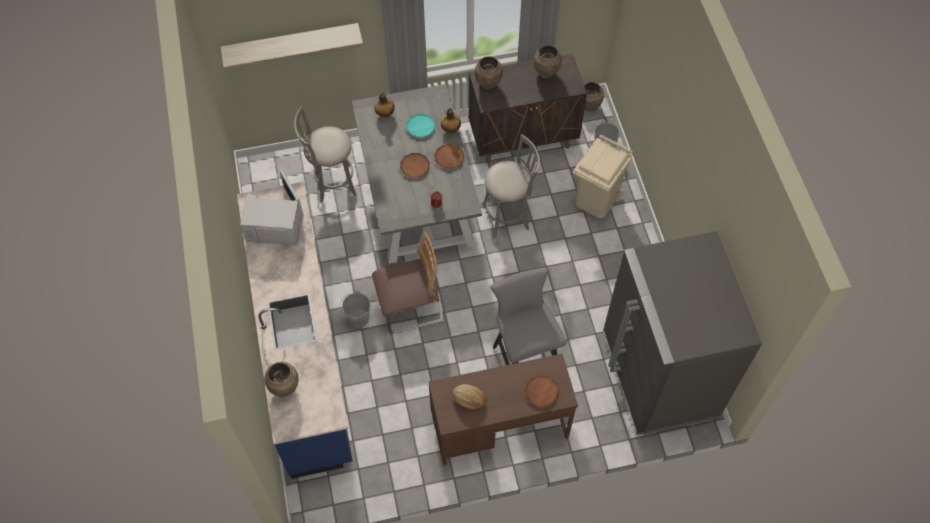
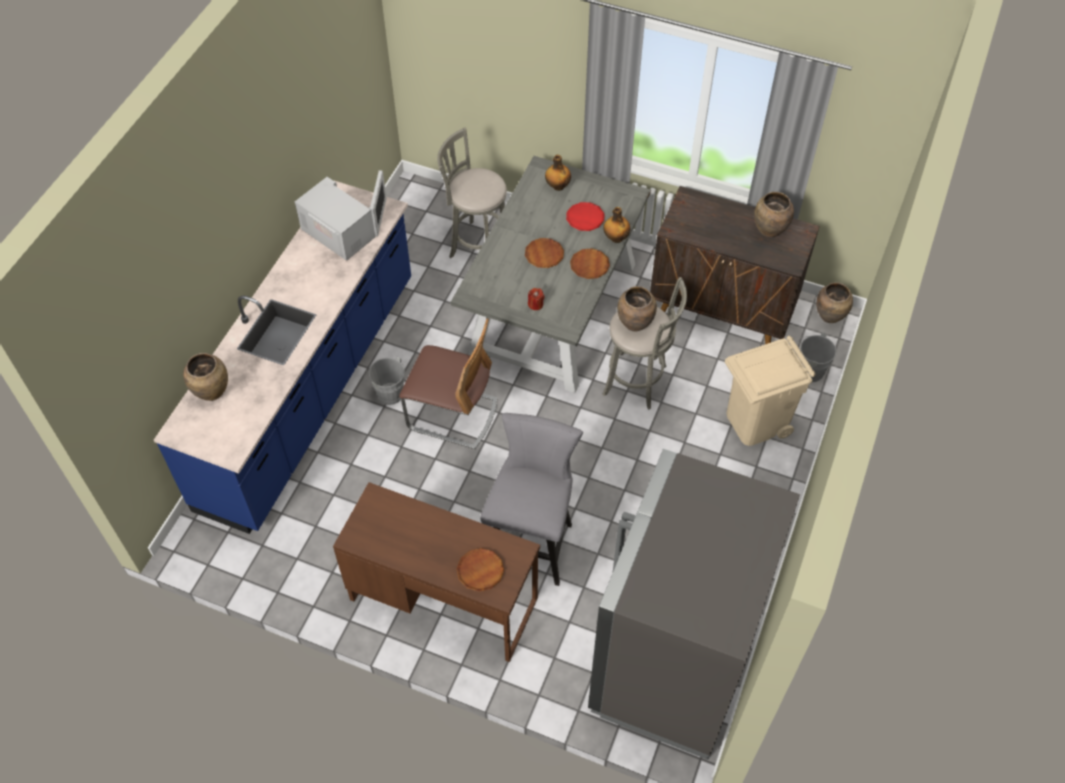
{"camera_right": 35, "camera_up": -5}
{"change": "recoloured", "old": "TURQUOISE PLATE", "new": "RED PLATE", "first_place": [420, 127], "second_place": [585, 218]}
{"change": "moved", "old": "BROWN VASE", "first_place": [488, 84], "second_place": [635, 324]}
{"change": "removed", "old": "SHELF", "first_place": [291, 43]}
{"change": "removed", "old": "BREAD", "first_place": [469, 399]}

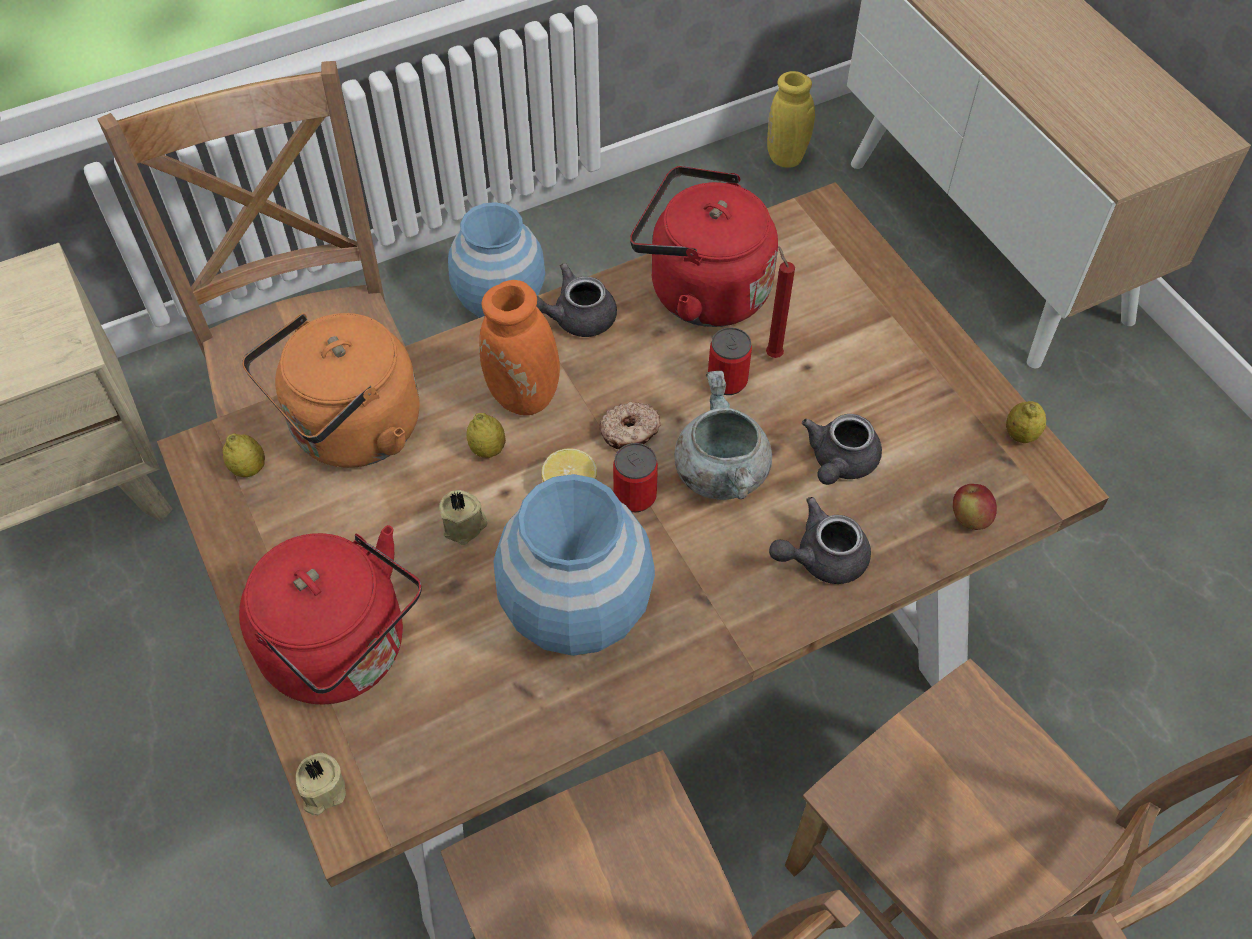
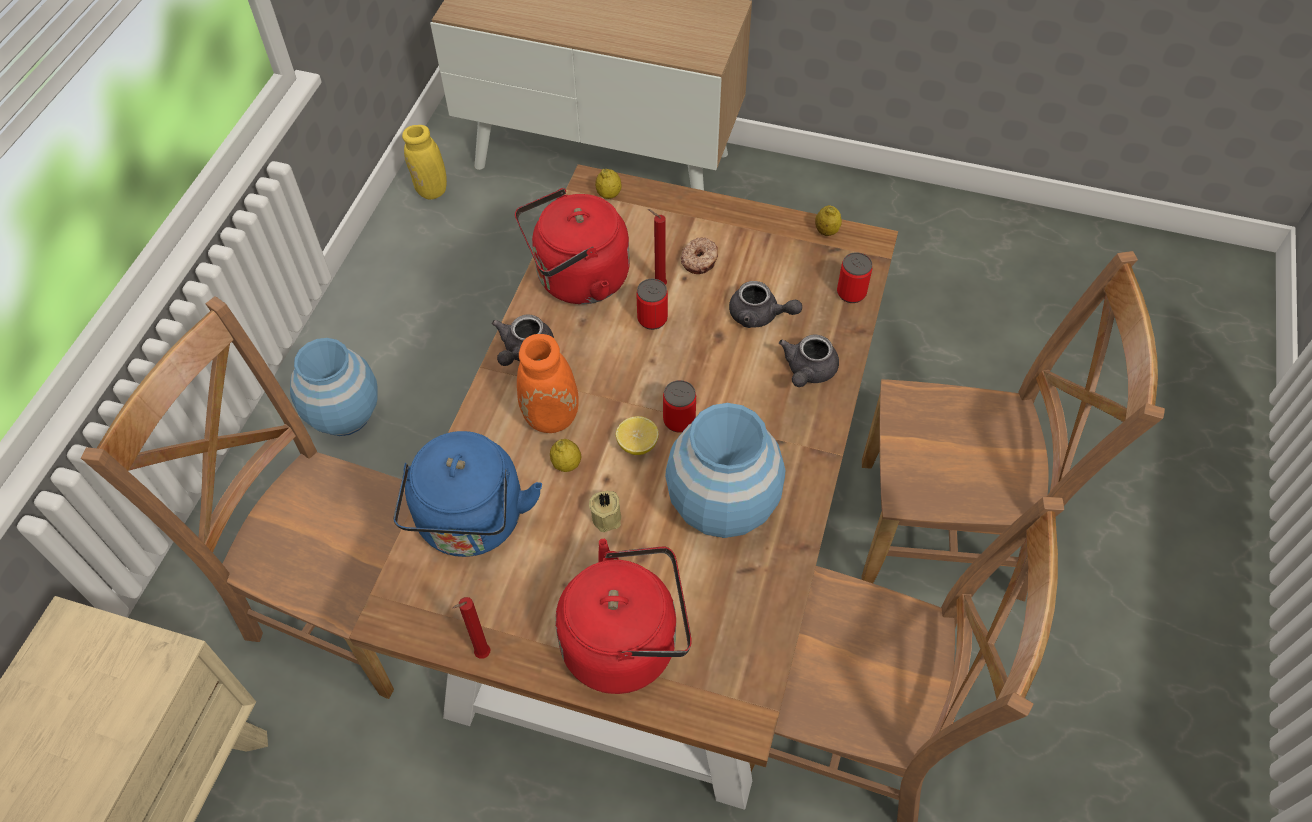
{"camera_right": -45, "camera_up": 0}
{"change": "recoloured", "old": "ORANGE KETTLE", "new": "BLUE KETTLE", "first_place": [350, 432], "second_place": [471, 524]}
{"change": "added", "new": "RED CANDLE", "second_place": [480, 655]}
{"change": "moved", "old": "LEMON", "first_place": [249, 468], "second_place": [609, 195]}
{"change": "moved", "old": "DONUT", "first_place": [630, 432], "second_place": [700, 260]}
{"change": "turned", "old": "GREY TEAPOT", "first_place": [839, 463], "second_place": [759, 316], "degrees": -45}
{"change": "replaced", "old": "APPLE", "new": "CAN", "first_place": [969, 518], "second_place": [851, 293]}
{"change": "removed", "old": "BEIGE CANDLE", "first_place": [322, 791]}
{"change": "removed", "old": "GREY COOKING POT", "first_place": [720, 472]}

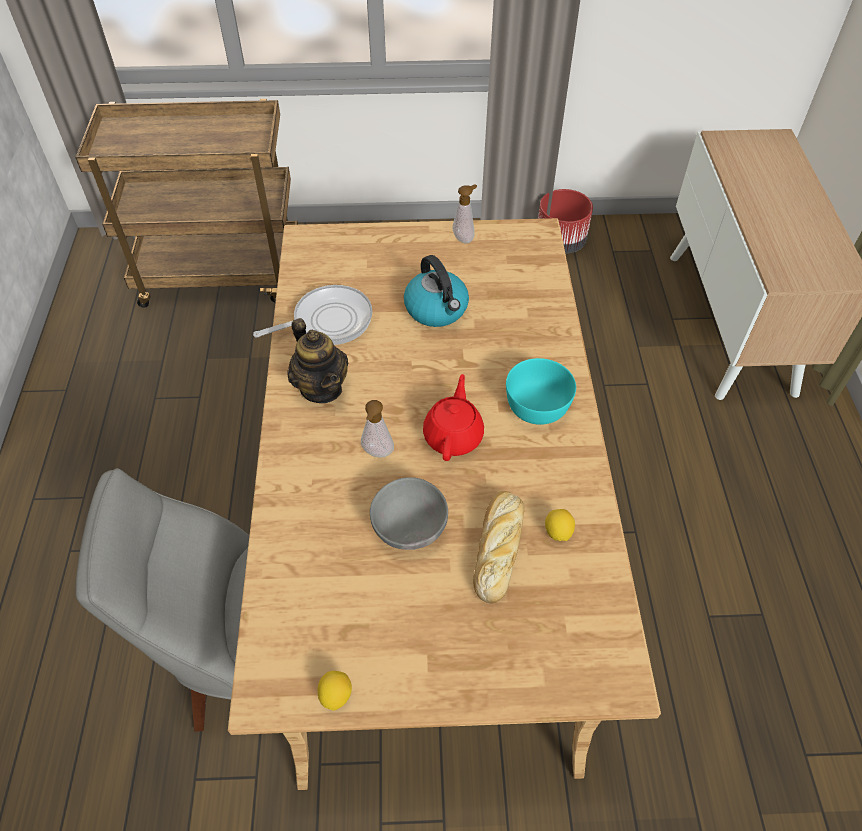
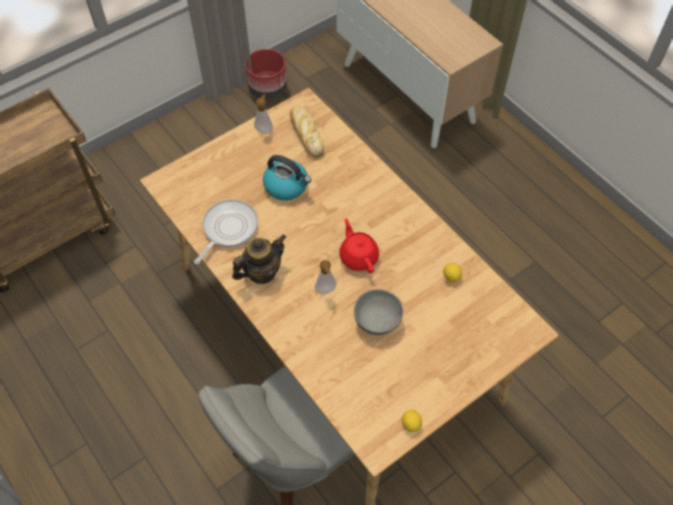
{"camera_right": -35, "camera_up": 5}
{"change": "turned", "old": "TEAPOT", "first_place": [321, 388], "second_place": [261, 272], "degrees": -60}
{"change": "moved", "old": "BREAD", "first_place": [498, 546], "second_place": [306, 133]}
{"change": "removed", "old": "TURQUOISE BOWL", "first_place": [536, 406]}

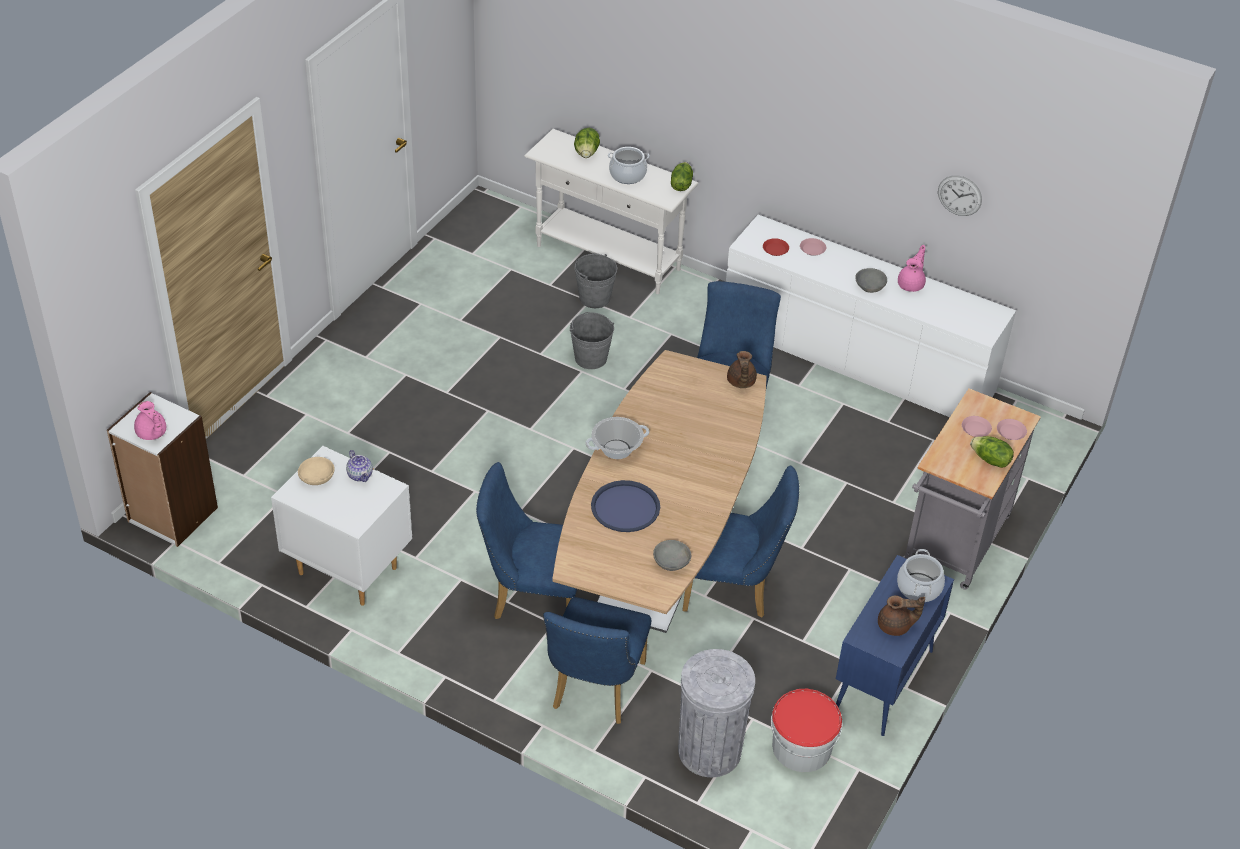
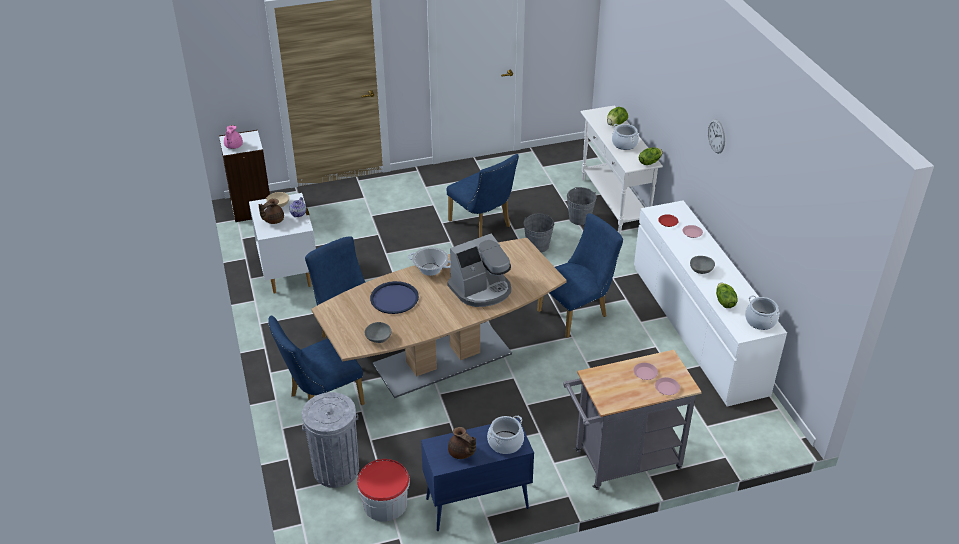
{"camera_right": 45, "camera_up": -5}
{"change": "moved", "old": "BROWN TEAPOT", "first_place": [740, 382], "second_place": [273, 220]}
{"change": "moved", "old": "BLUE CHAIR", "first_place": [733, 590], "second_place": [483, 226]}
{"change": "added", "new": "COFFEE MACHINE", "second_place": [481, 289]}
{"change": "moved", "old": "WALL CLOCK", "first_place": [959, 195], "second_place": [716, 136]}
{"change": "moved", "old": "LETTUCE", "first_place": [990, 460], "second_place": [724, 302]}
{"change": "added", "new": "COOKING POT", "second_place": [760, 321]}
{"change": "removed", "old": "PINK TEAPOT", "first_place": [911, 284]}

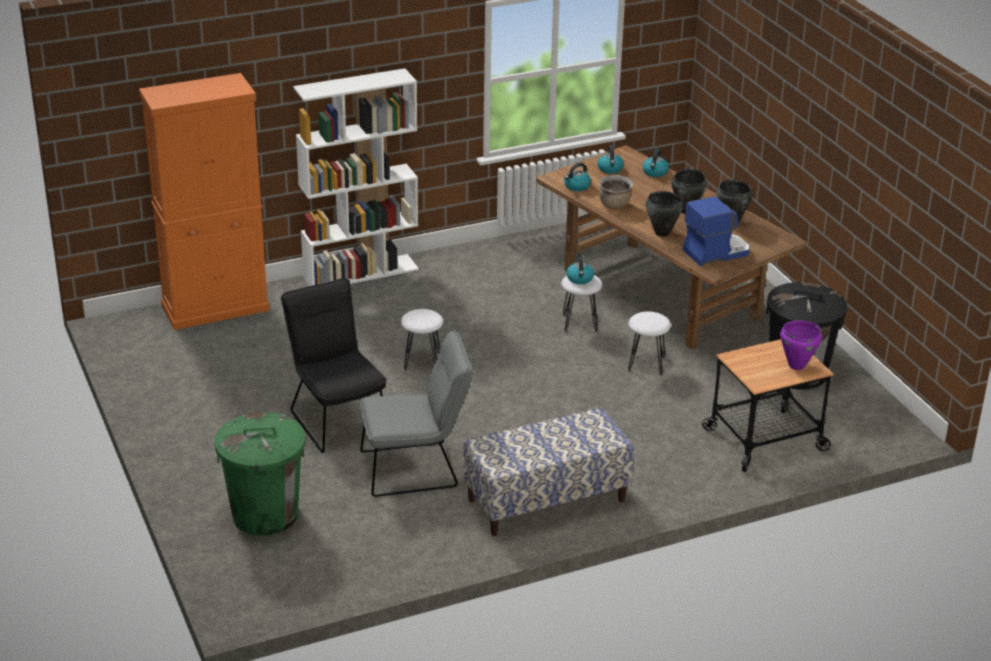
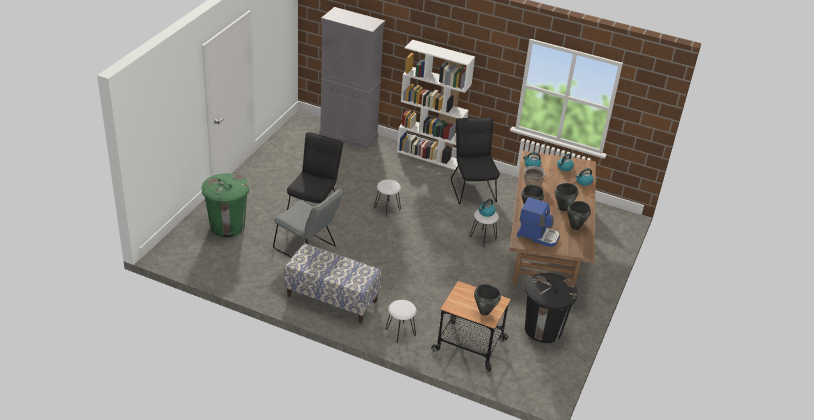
{"camera_right": 45, "camera_up": 5}
{"change": "recoloured", "old": "ORANGE CABINET", "new": "GREY CABINET", "first_place": [216, 308], "second_place": [349, 135]}
{"change": "moved", "old": "WHITE STOOL", "first_place": [646, 364], "second_place": [400, 332]}
{"change": "added", "new": "BLACK CHAIR", "second_place": [472, 188]}
{"change": "recoloured", "old": "PURPLE COOKING POT", "new": "BLACK COOKING POT", "first_place": [796, 365], "second_place": [484, 311]}

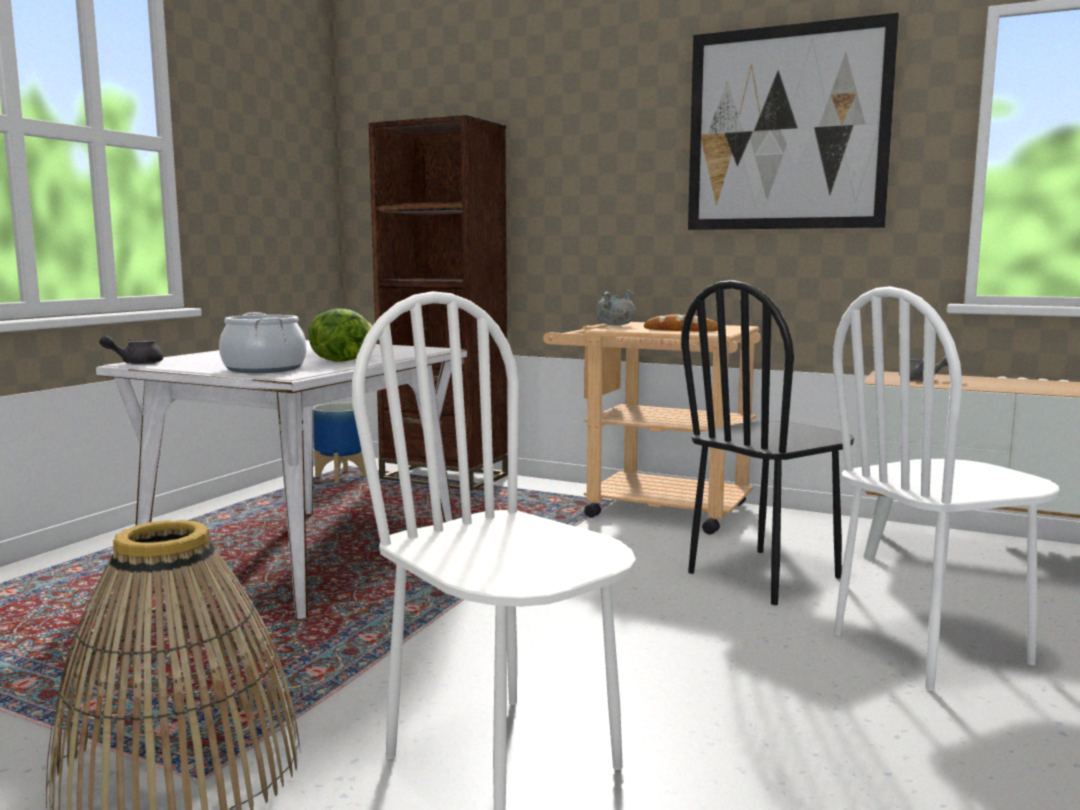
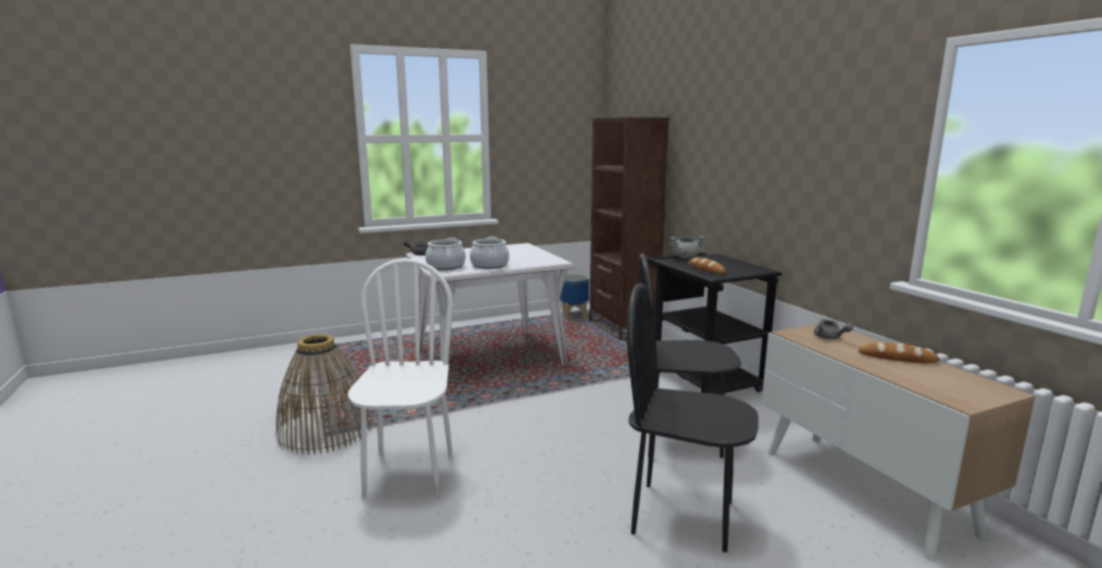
{"camera_right": 40, "camera_up": 5}
{"change": "replaced", "old": "LETTUCE", "new": "COOKING POT", "first_place": [341, 361], "second_place": [489, 265]}
{"change": "recoloured", "old": "WHITE CHAIR", "new": "BLACK CHAIR", "first_place": [931, 649], "second_place": [683, 516]}
{"change": "recoloured", "old": "BEIGE CART", "new": "BLACK CART", "first_place": [651, 508], "second_place": [699, 378]}
{"change": "added", "new": "BREAD", "second_place": [897, 358]}
{"change": "removed", "old": "PICTURE", "first_place": [786, 128]}

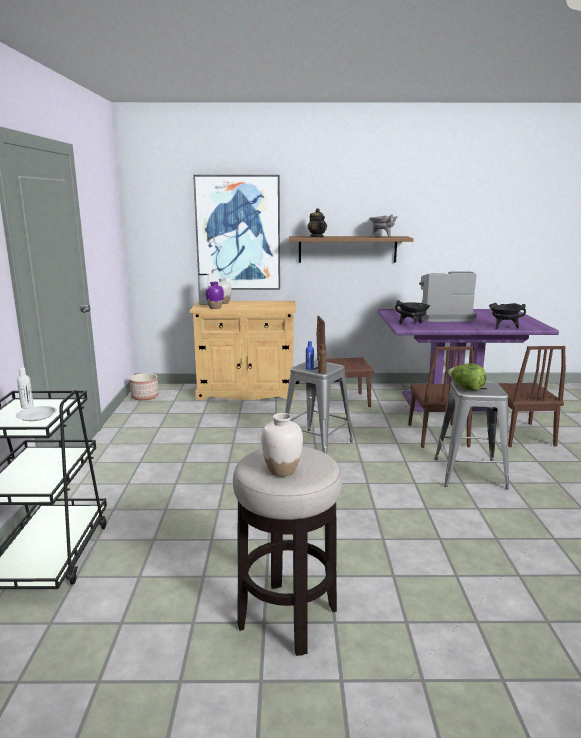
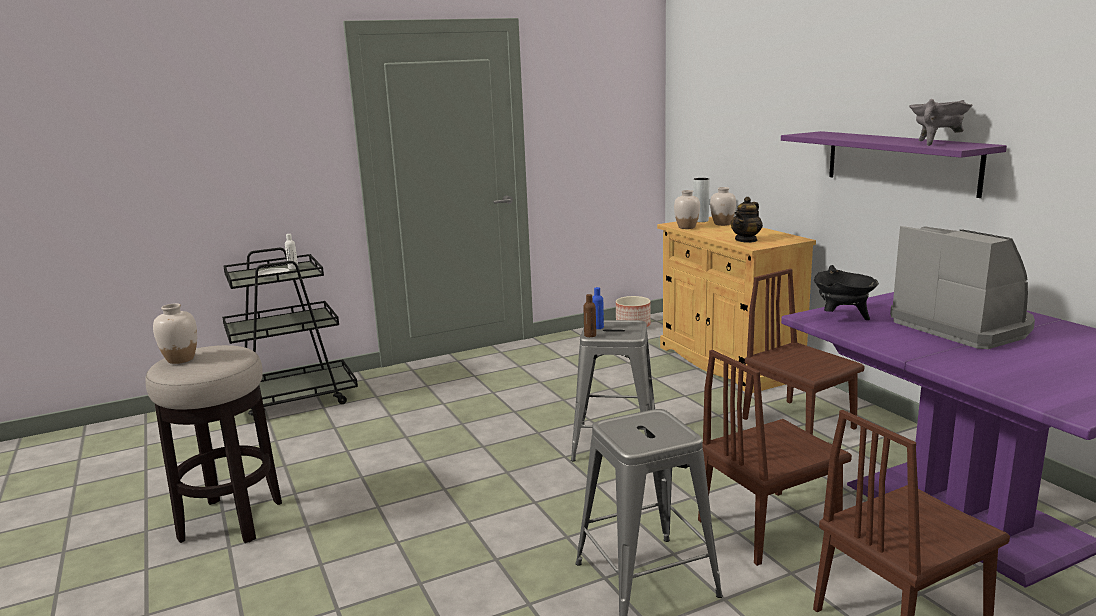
{"camera_right": 65, "camera_up": 0}
{"change": "recoloured", "old": "PURPLE VASE", "new": "WHITE VASE", "first_place": [215, 308], "second_place": [686, 227]}
{"change": "moved", "old": "TEAPOT", "first_place": [317, 237], "second_place": [746, 240]}
{"change": "recoloured", "old": "BROWN SHELF", "new": "PURPLE SHELF", "first_place": [347, 249], "second_place": [900, 162]}
{"change": "removed", "old": "PICTURE", "first_place": [238, 233]}
{"change": "removed", "old": "LETTUCE", "first_place": [465, 388]}
{"change": "removed", "old": "BLACK COOKING POT", "first_place": [504, 327]}

